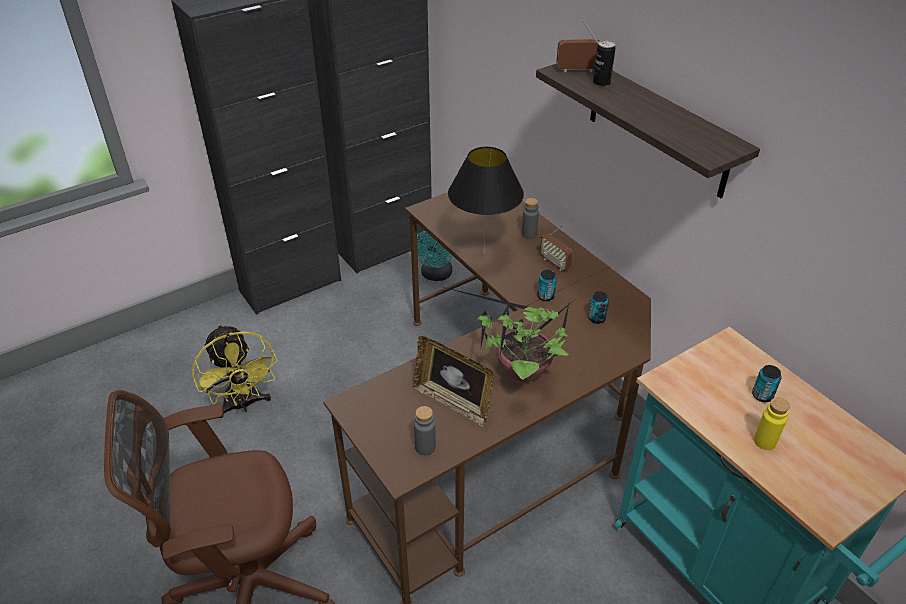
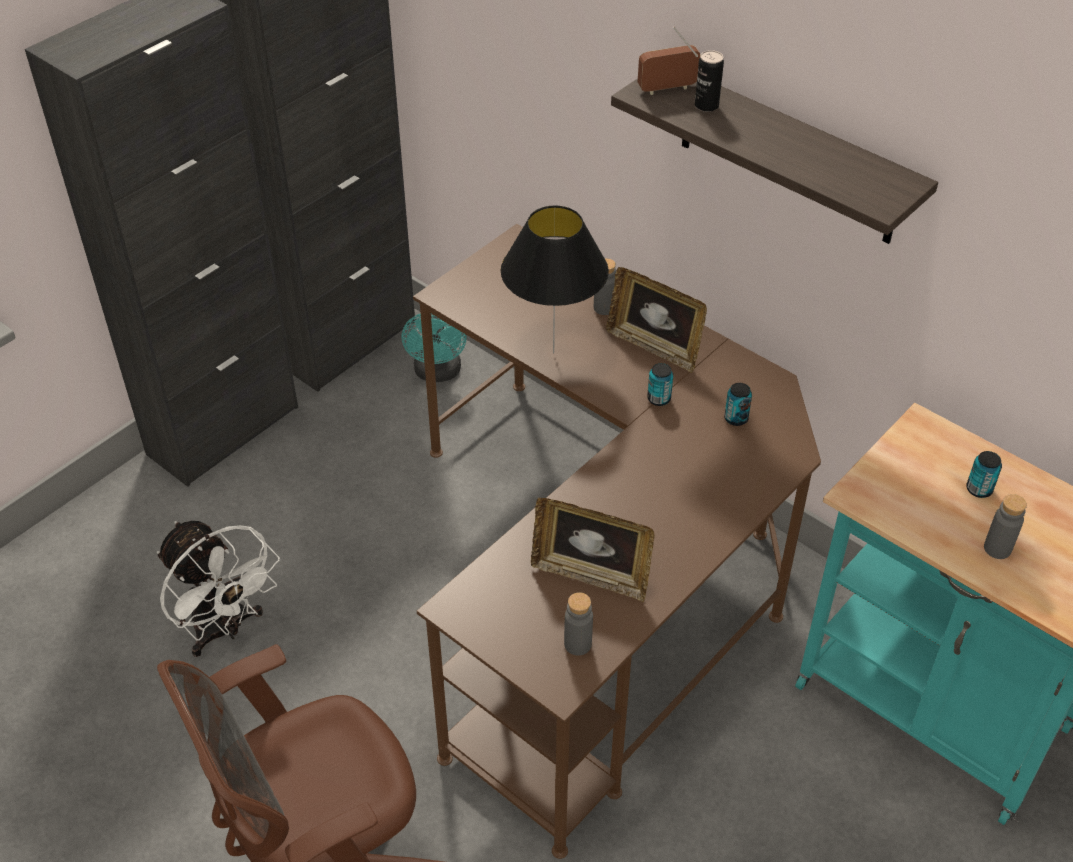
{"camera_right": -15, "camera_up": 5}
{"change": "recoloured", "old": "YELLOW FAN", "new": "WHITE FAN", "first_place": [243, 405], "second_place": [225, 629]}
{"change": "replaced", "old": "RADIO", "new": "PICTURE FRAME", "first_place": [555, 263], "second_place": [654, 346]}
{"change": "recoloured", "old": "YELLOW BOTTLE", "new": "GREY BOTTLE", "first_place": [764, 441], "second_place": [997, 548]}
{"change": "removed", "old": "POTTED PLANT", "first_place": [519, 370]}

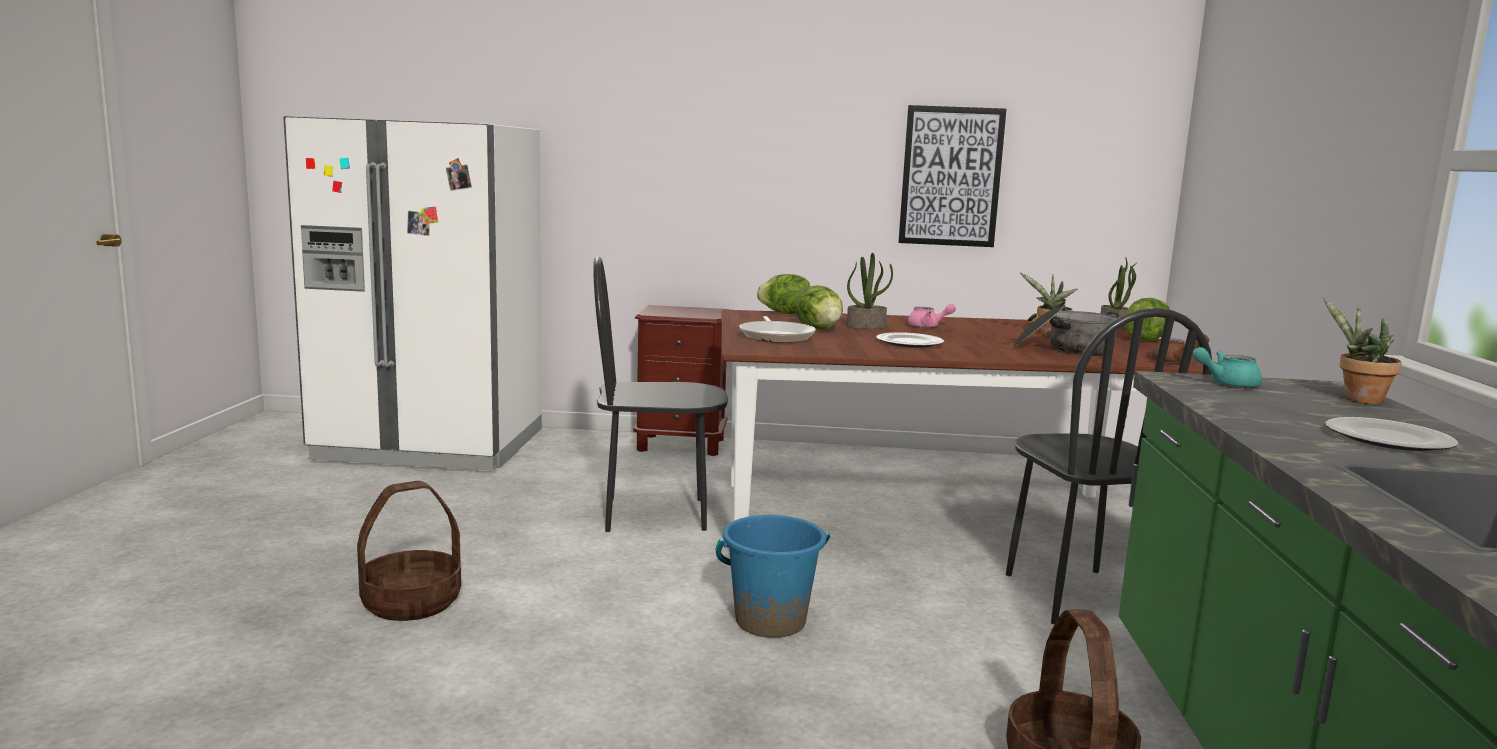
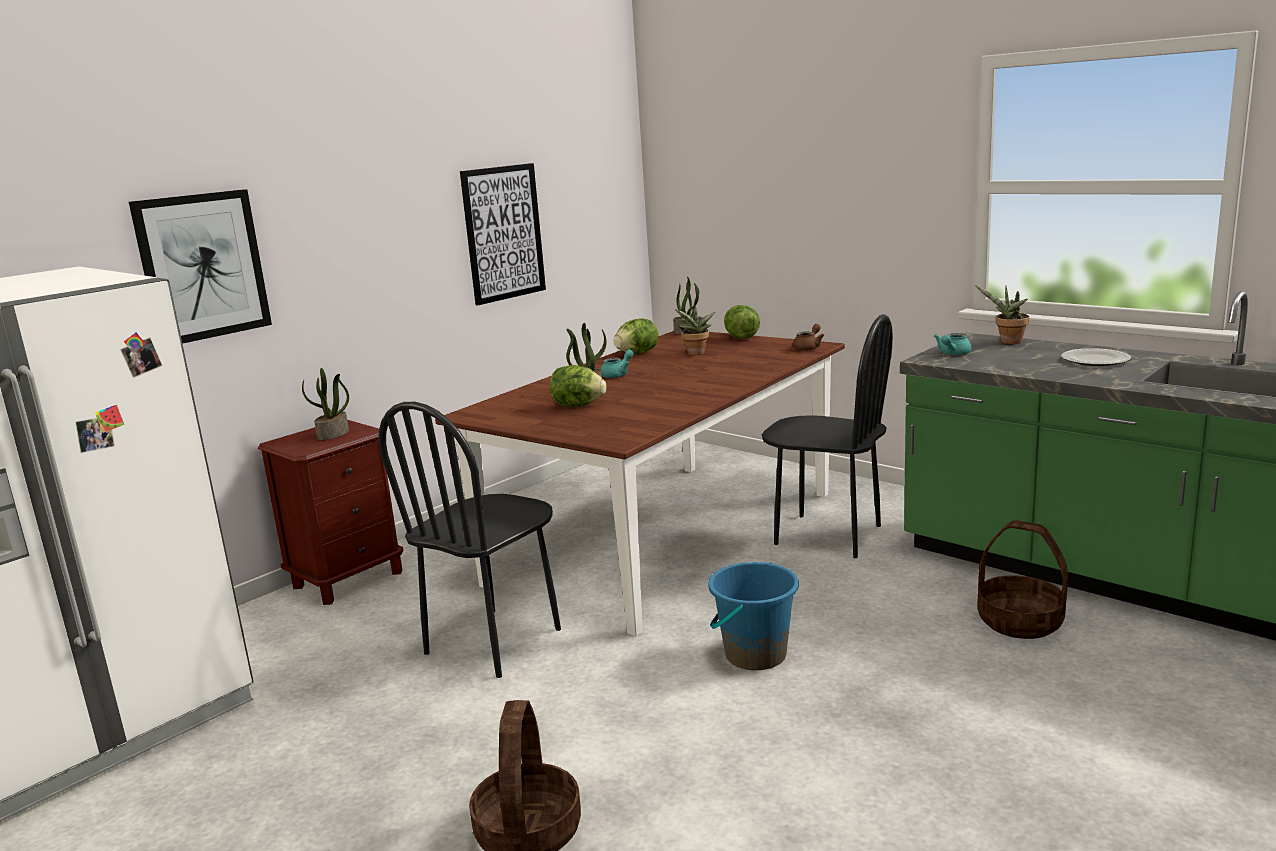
{"camera_right": -50, "camera_up": 5}
{"change": "added", "new": "PICTURE", "second_place": [202, 266]}
{"change": "added", "new": "POTTED PLANT", "second_place": [333, 434]}
{"change": "recoloured", "old": "PINK TEAPOT", "new": "TURQUOISE TEAPOT", "first_place": [928, 326], "second_place": [617, 375]}
{"change": "moved", "old": "LETTUCE", "first_place": [785, 313], "second_place": [637, 353]}
{"change": "removed", "old": "FRYING PAN", "first_place": [776, 336]}
{"change": "removed", "old": "PLATE", "first_place": [910, 343]}
{"change": "removed", "old": "COOKING POT", "first_place": [1065, 349]}

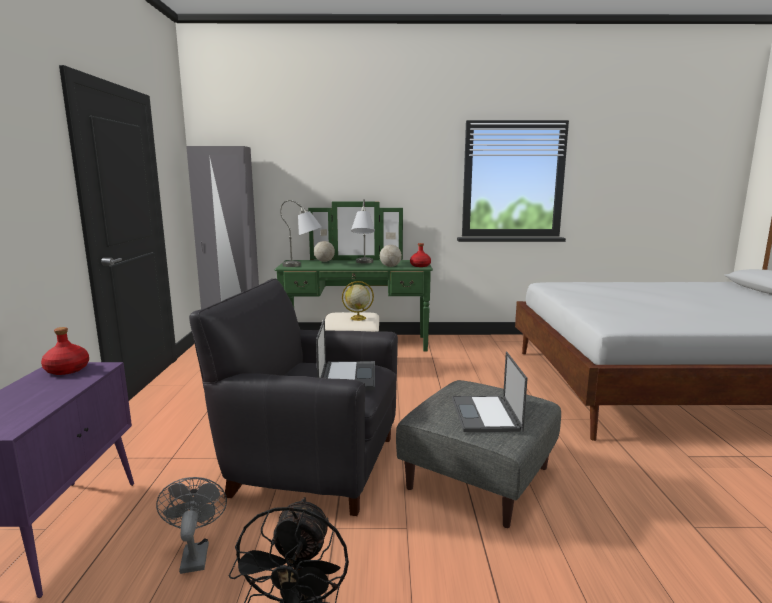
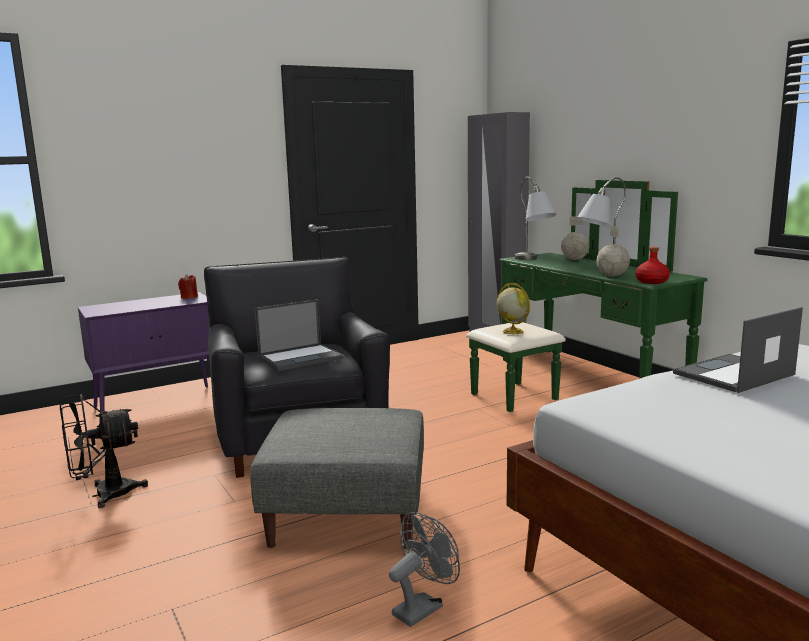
{"camera_right": 60, "camera_up": 0}
{"change": "replaced", "old": "RED BOTTLE", "new": "RED CANDLE", "first_place": [66, 370], "second_place": [189, 297]}
{"change": "moved", "old": "GREY FAN", "first_place": [195, 553], "second_place": [423, 607]}
{"change": "moved", "old": "LAPTOP", "first_place": [486, 415], "second_place": [733, 374]}

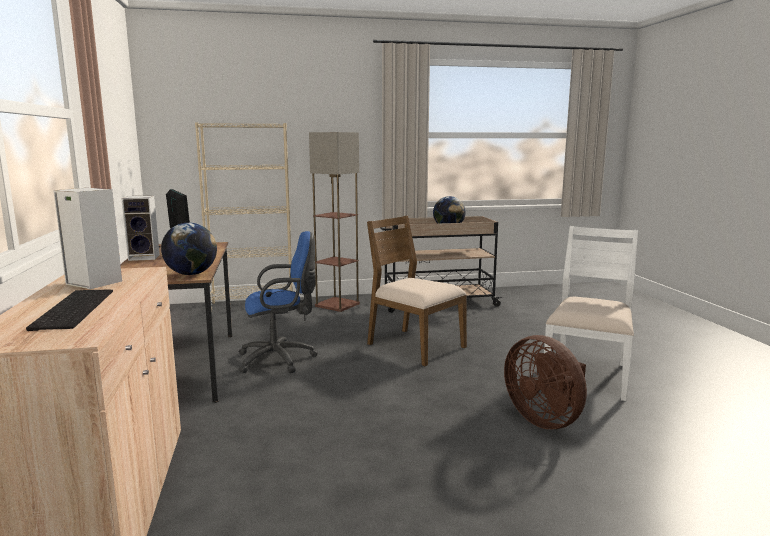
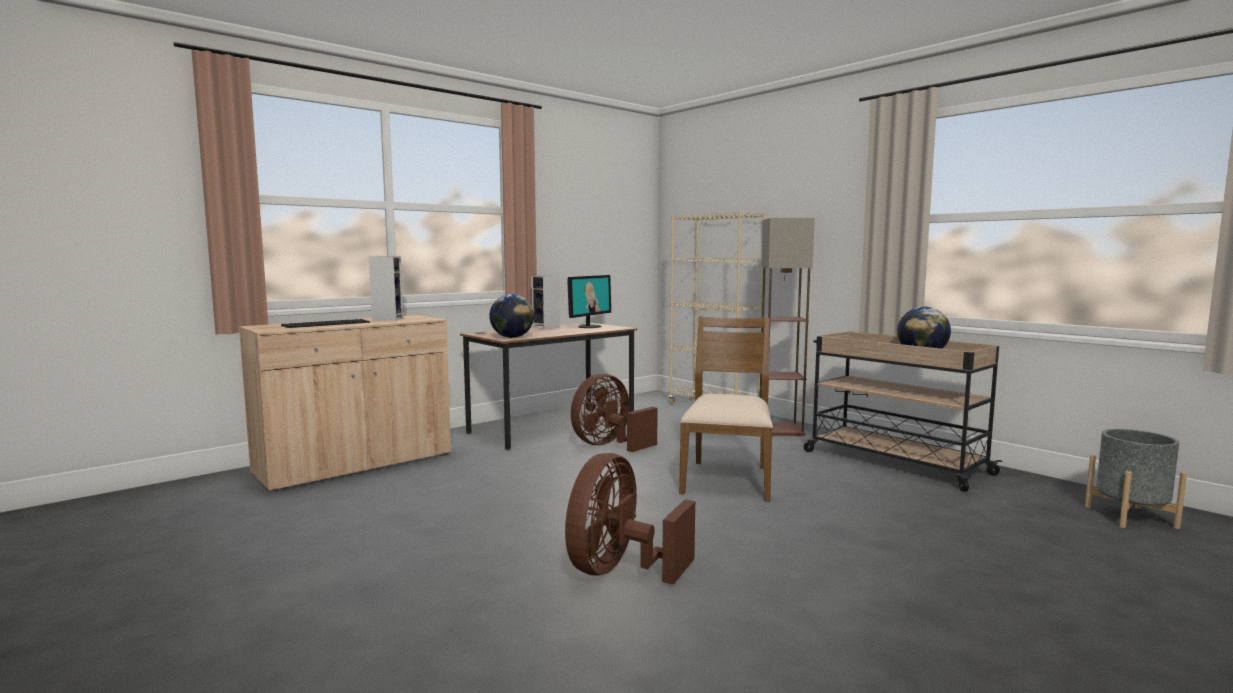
{"camera_right": 60, "camera_up": -5}
{"change": "replaced", "old": "BLUE OFFICE CHAIR", "new": "BROWN FAN", "first_place": [280, 359], "second_place": [609, 445]}
{"change": "added", "new": "GREY PLANTER", "second_place": [1130, 517]}
{"change": "removed", "old": "WHITE CHAIR", "first_place": [587, 375]}

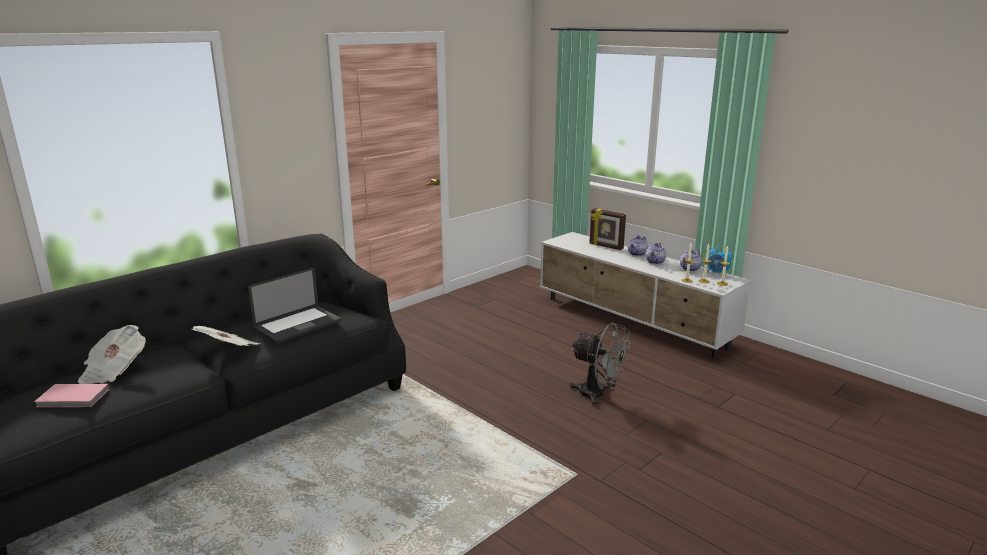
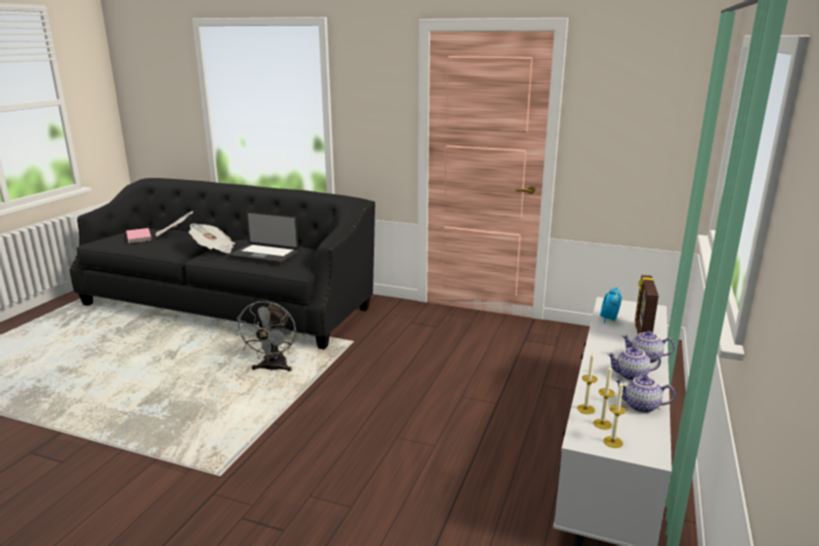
{"camera_right": 65, "camera_up": 0}
{"change": "moved", "old": "GREY FAN", "first_place": [598, 395], "second_place": [272, 369]}
{"change": "moved", "old": "ALARM CLOCK", "first_place": [717, 273], "second_place": [609, 319]}

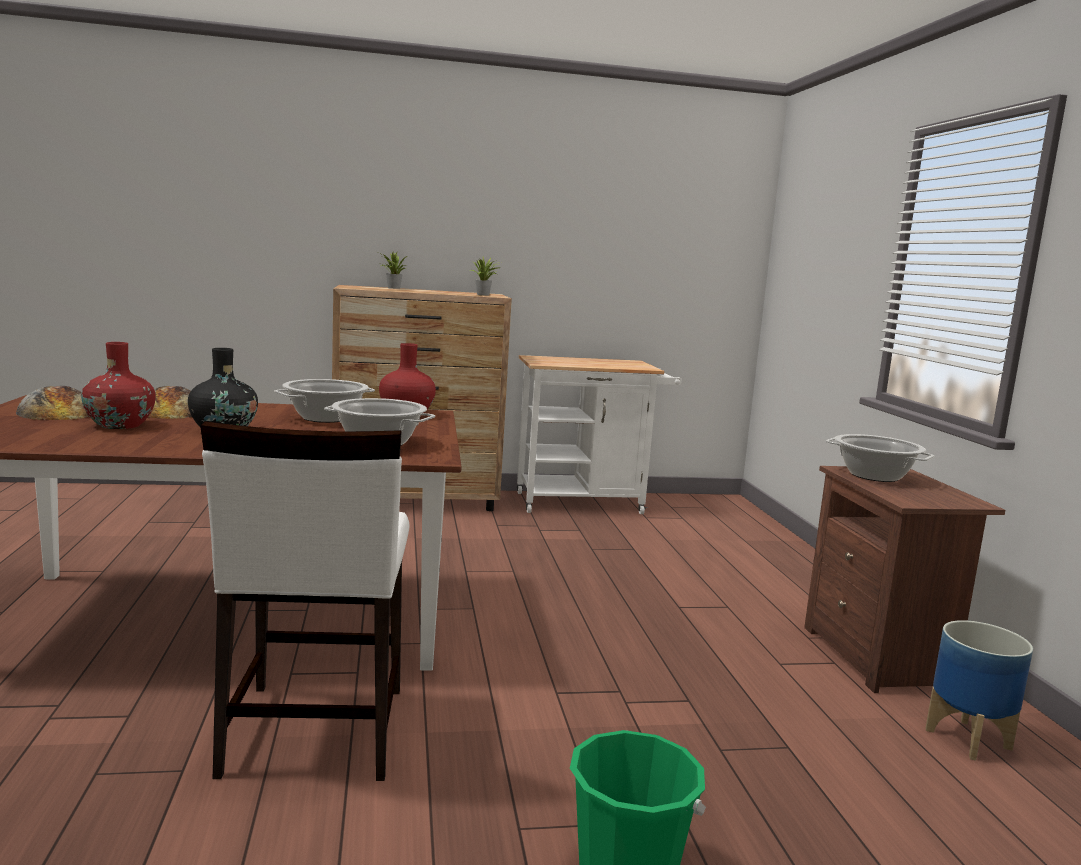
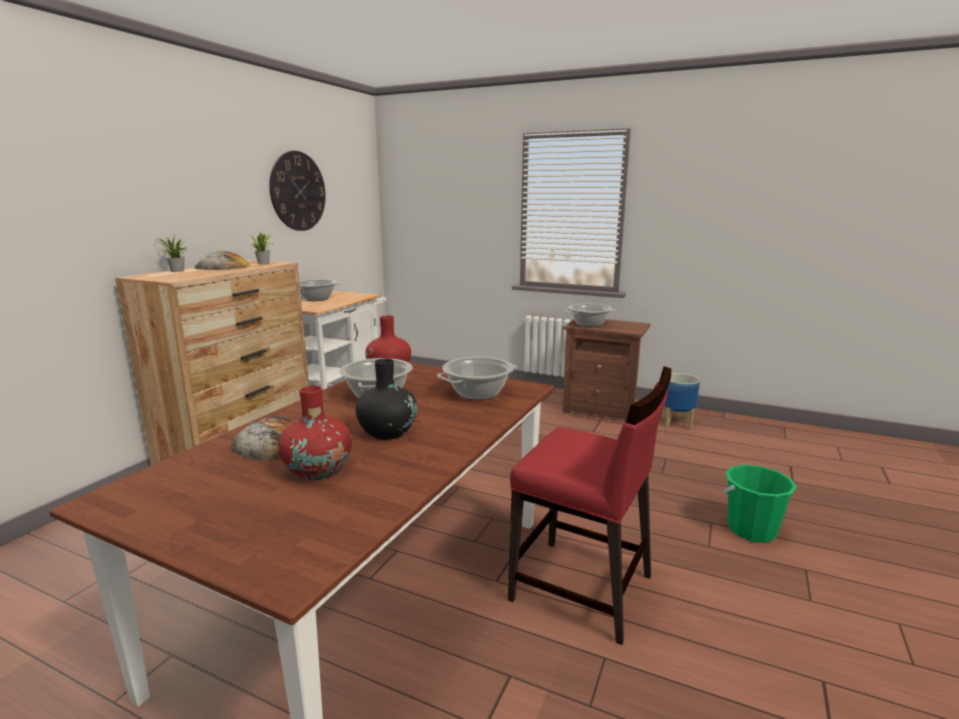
{"camera_right": -55, "camera_up": 5}
{"change": "moved", "old": "BREAD", "first_place": [58, 411], "second_place": [222, 267]}
{"change": "added", "new": "WALL CLOCK", "second_place": [298, 191]}
{"change": "added", "new": "COOKING POT", "second_place": [316, 299]}
{"change": "recoloured", "old": "WHITE CHAIR", "new": "RED CHAIR", "first_place": [313, 731], "second_place": [582, 589]}

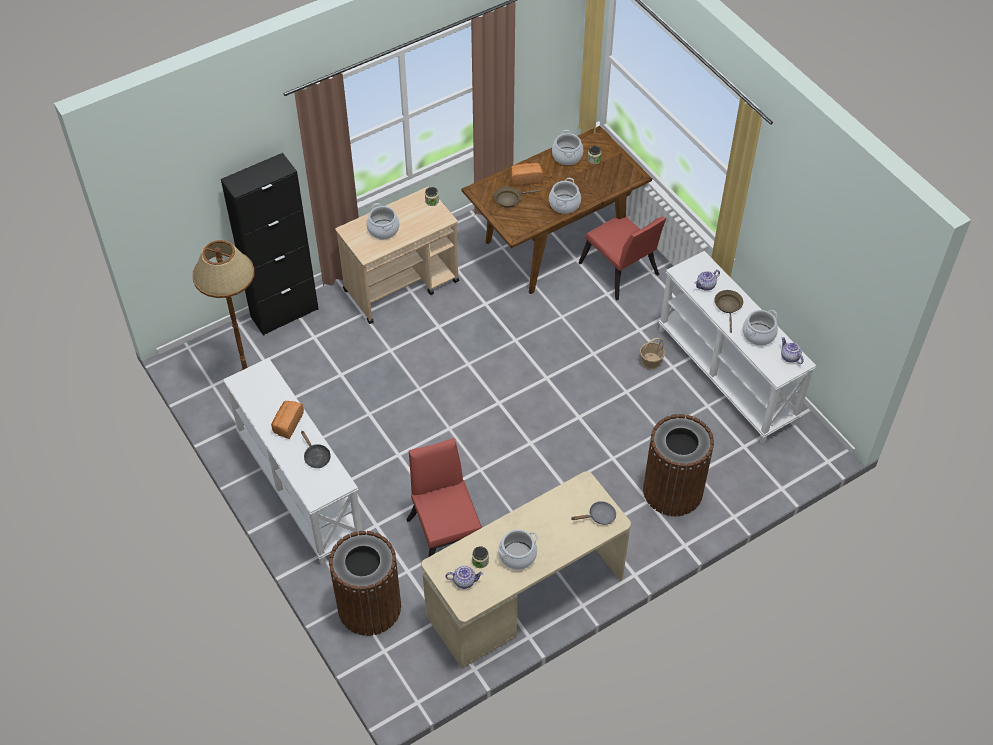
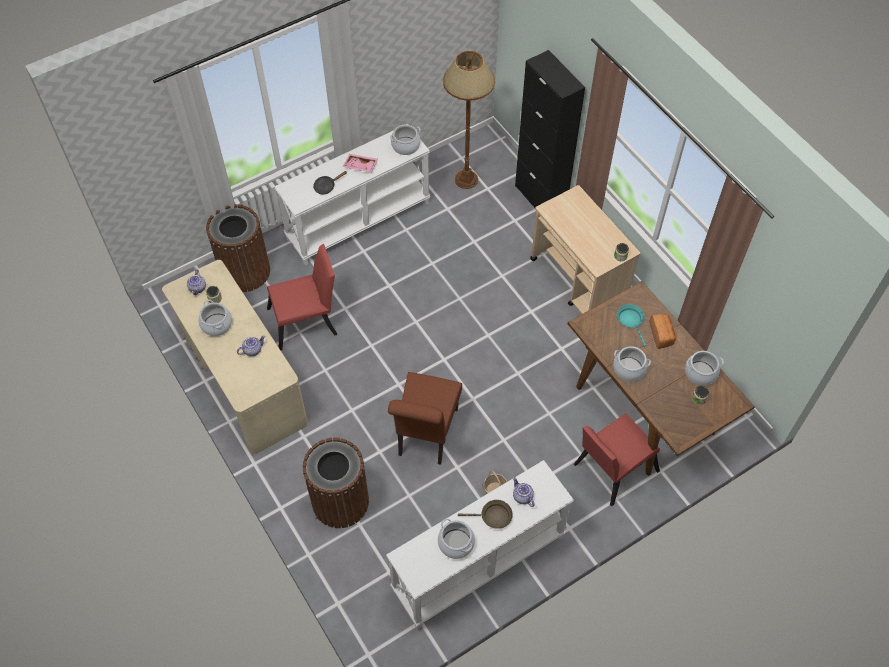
{"camera_right": 90, "camera_up": 5}
{"change": "moved", "old": "TEAPOT", "first_place": [789, 357], "second_place": [252, 350]}
{"change": "replaced", "old": "BREAD", "new": "PINK TRAY", "first_place": [287, 424], "second_place": [360, 166]}
{"change": "added", "new": "BROWN CHAIR", "second_place": [426, 436]}
{"change": "moved", "old": "COOKING POT", "first_place": [383, 229], "second_place": [405, 146]}
{"change": "recoloured", "old": "BROWN FRYING PAN", "new": "TURQUOISE FRYING PAN", "first_place": [509, 199], "second_place": [631, 321]}
{"change": "removed", "old": "GREY FRYING PAN", "first_place": [599, 516]}

